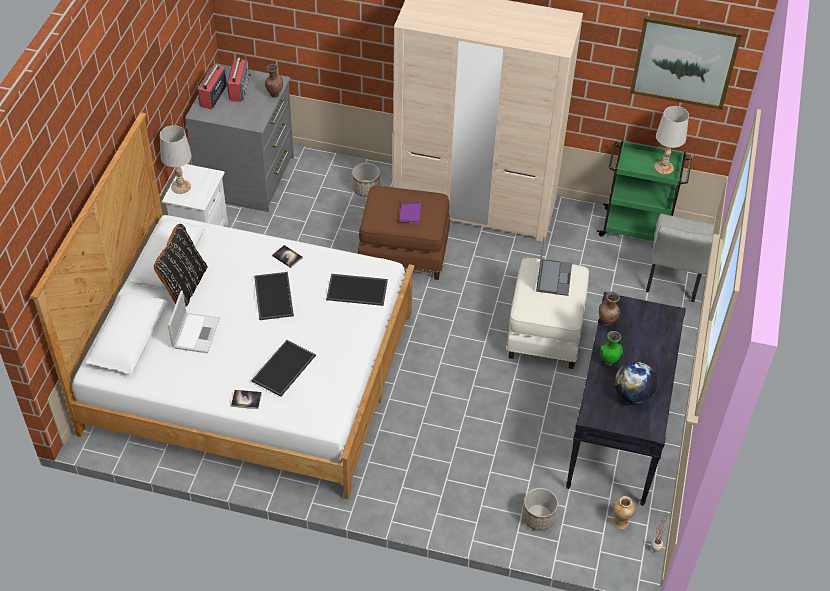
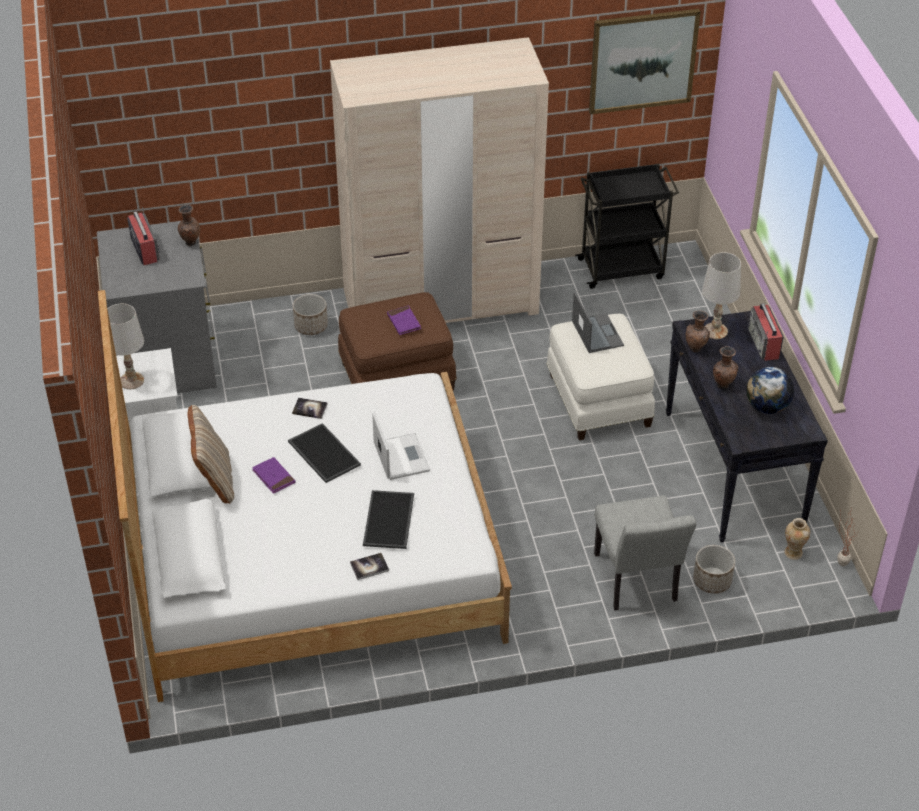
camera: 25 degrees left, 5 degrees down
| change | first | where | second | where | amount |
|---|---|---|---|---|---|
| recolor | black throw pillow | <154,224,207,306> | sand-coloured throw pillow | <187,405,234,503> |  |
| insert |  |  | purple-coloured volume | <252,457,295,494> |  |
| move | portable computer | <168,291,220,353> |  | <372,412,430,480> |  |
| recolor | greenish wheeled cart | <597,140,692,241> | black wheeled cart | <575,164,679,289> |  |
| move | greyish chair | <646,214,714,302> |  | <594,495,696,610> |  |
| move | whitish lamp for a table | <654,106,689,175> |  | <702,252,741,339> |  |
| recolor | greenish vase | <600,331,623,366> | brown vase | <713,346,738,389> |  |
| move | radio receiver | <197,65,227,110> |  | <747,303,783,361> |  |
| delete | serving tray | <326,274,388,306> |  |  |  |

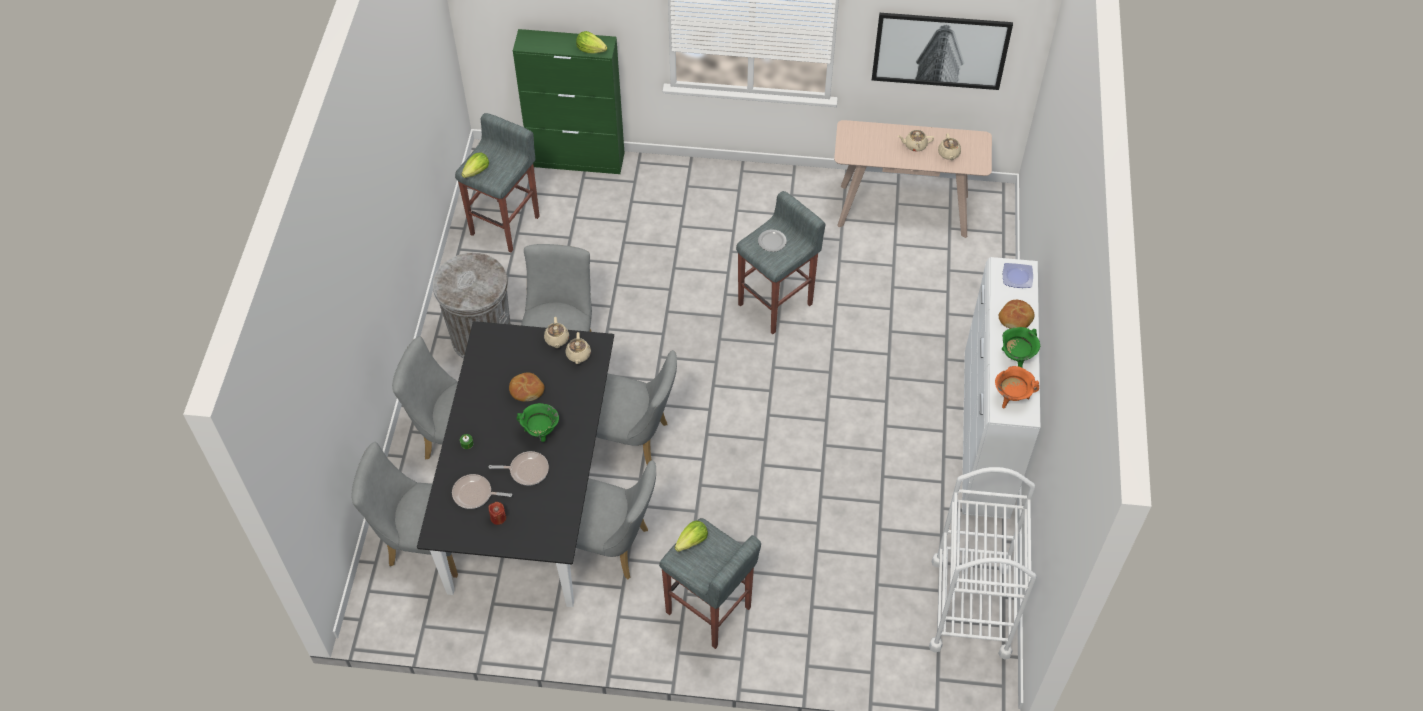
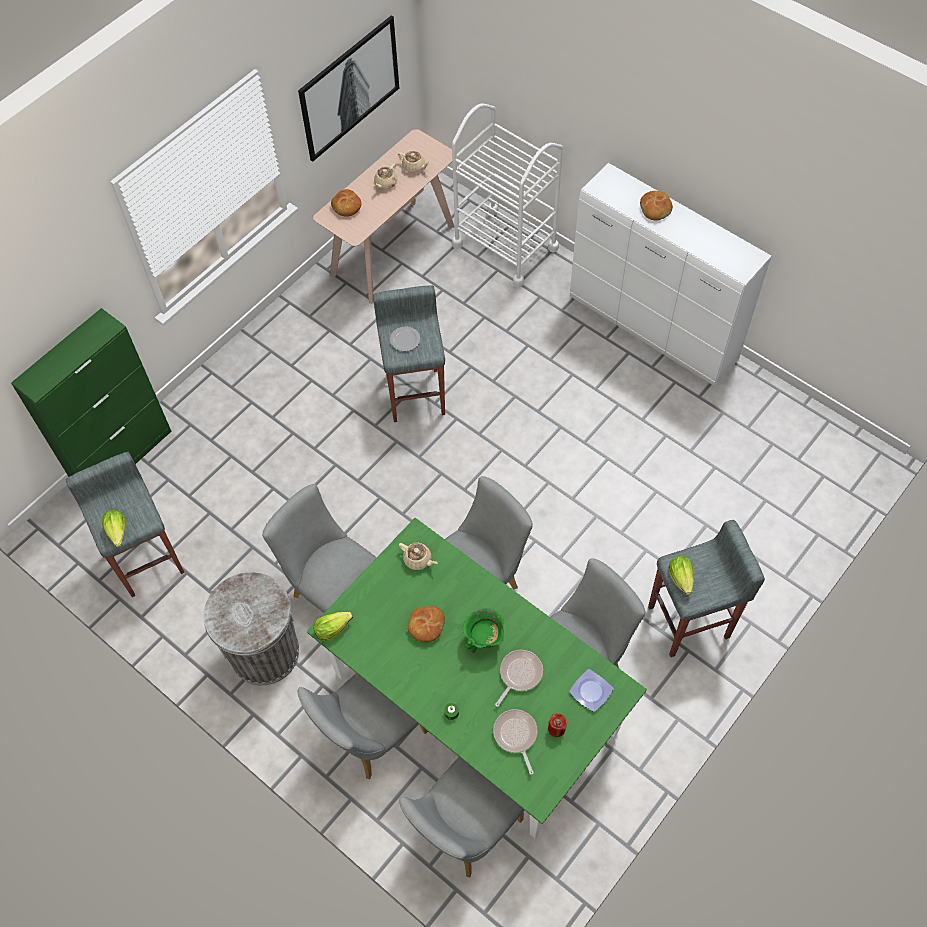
camera: 55 degrees left, 5 degrees up
| change | first | where | second | where | amount |
|---|---|---|---|---|---|
| recolor | black dinner table | <417,321,614,607> | greenish dinner table | <307,518,647,839> |  |
| move | head of lettuce | <576,31,607,54> |  | <314,612,353,642> |  |
| insert |  |  | bread | <331,189,361,217> |  |
| move | whitish wheeled cart | <929,467,1037,659> |  | <452,103,563,288> |  |
| rotate | skillet | <452,474,512,509> |  | <493,709,538,775> | 120 degrees clockwise |
| move | flat dish | <1003,263,1033,288> |  | <569,669,614,712> |  |
| delete | sand-coloured tea pot | <544,317,569,348> |  |  |  |
| delete | orange cooking pot | <995,366,1039,409> |  |  |  |
| delete | greenish cooking pot | <1002,327,1040,368> |  |  |  |

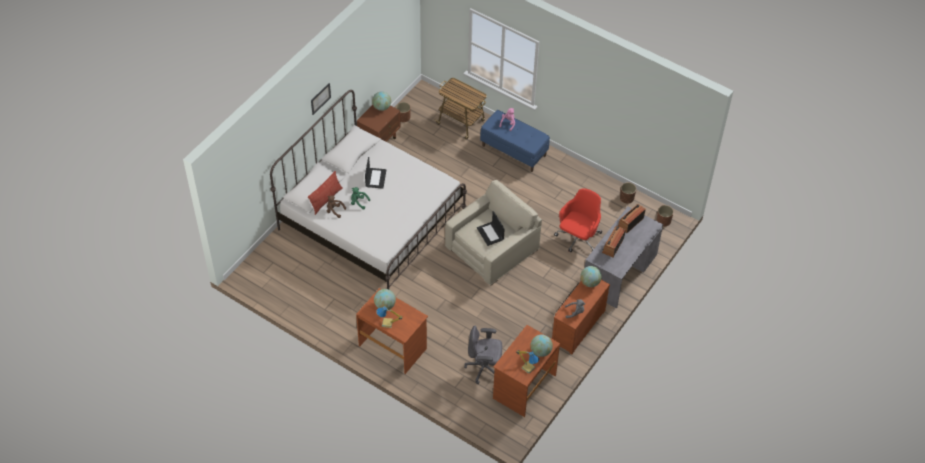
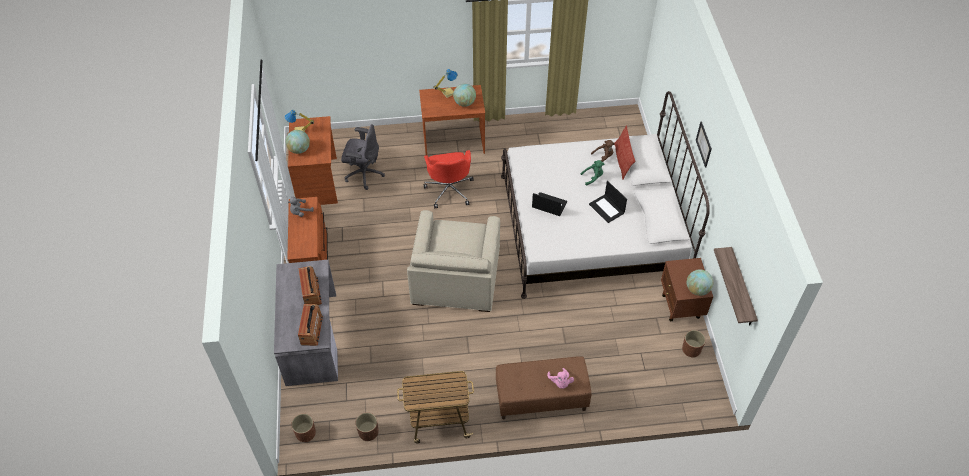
camera: 140 degrees right, 0 degrees up
| change | first | where | second | where | amount |
|---|---|---|---|---|---|
| rotate | greyish desk chair | <464,326,502,384> |  | <341,124,385,190> | 45 degrees clockwise |
| move | wheeled cart | <435,78,487,140> |  | <397,371,474,443> |  |
| move | red desk chair | <554,189,602,252> |  | <424,150,474,208> |  |
| recolor | blue indoor bench | <480,110,550,172> | brown indoor bench | <496,356,592,419> |  |
| move | portable computer | <477,211,505,246> |  | <532,192,567,216> |  |
| insert |  |  | shelf | <714,247,758,325> |  |
| delete | globe | <580,266,602,287> |  |  |  |

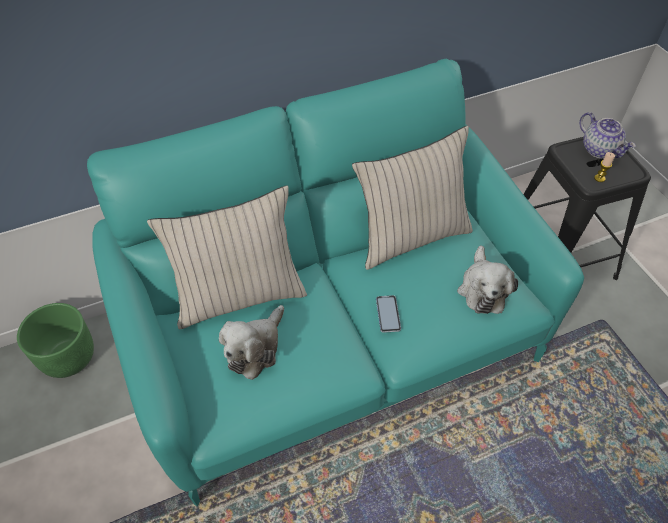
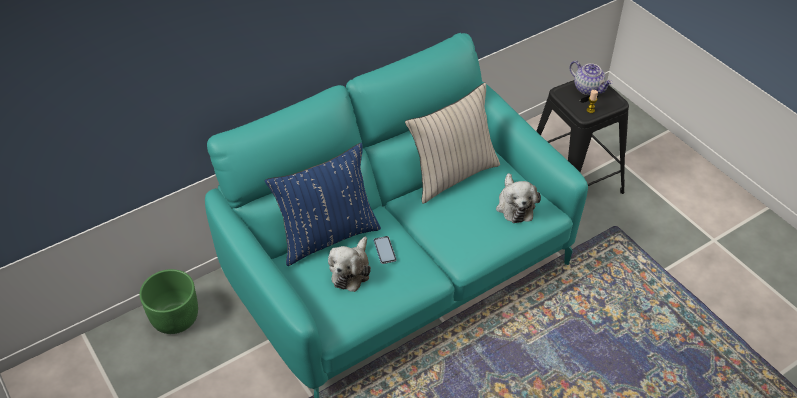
camera: 10 degrees left, 5 degrees down
| change | first | where | second | where | amount |
|---|---|---|---|---|---|
| recolor | sand-coloured throw pillow | <147,185,307,329> | blue throw pillow | <265,143,381,266> |  |
| move | telephone | <376,295,401,333> |  | <374,236,397,264> |  |

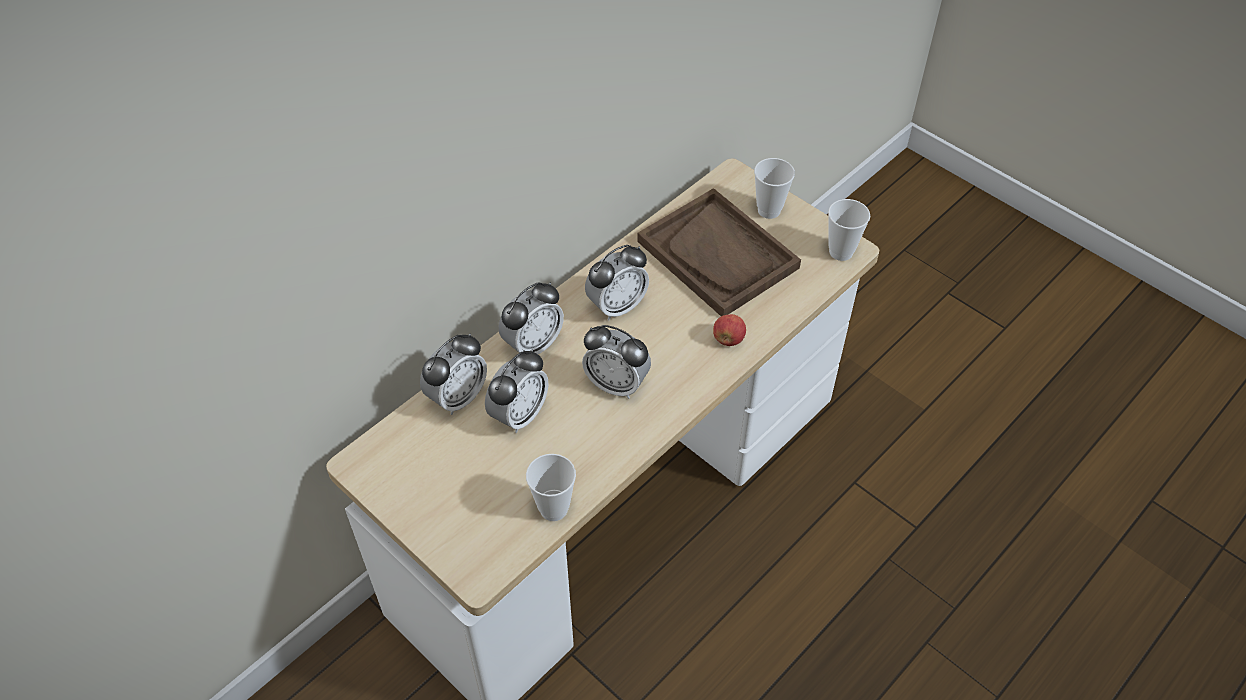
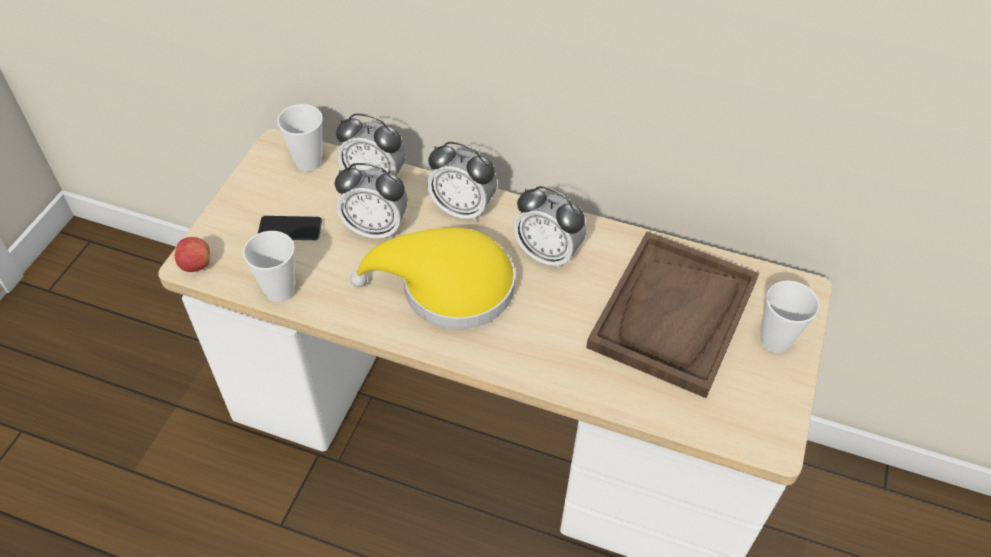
camera: 65 degrees right, 0 degrees up
| change | first | where | second | where | amount |
|---|---|---|---|---|---|
| move | apple fruit | <713,314,746,346> |  | <175,237,210,272> |  |
| insert |  |  | telephone | <258,216,322,240> |  |
| move | drinking cup | <828,199,870,261> |  | <277,104,323,171> |  |
| replace | bedside clock | <582,325,651,399> | yellowish clothing hat | <350,228,515,329> |  |

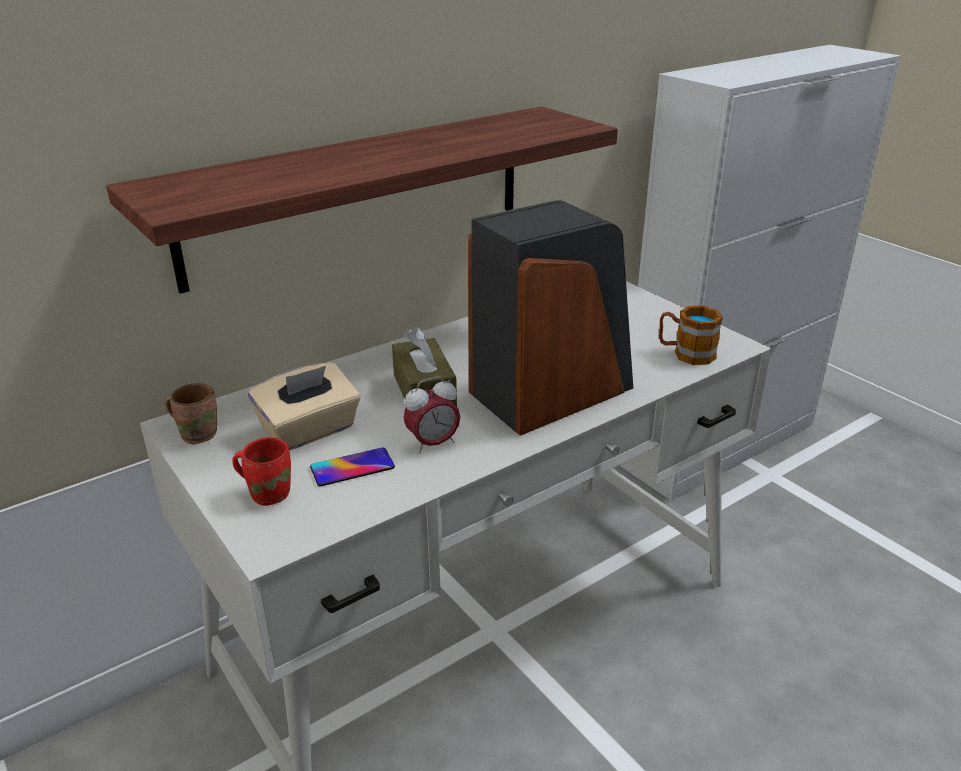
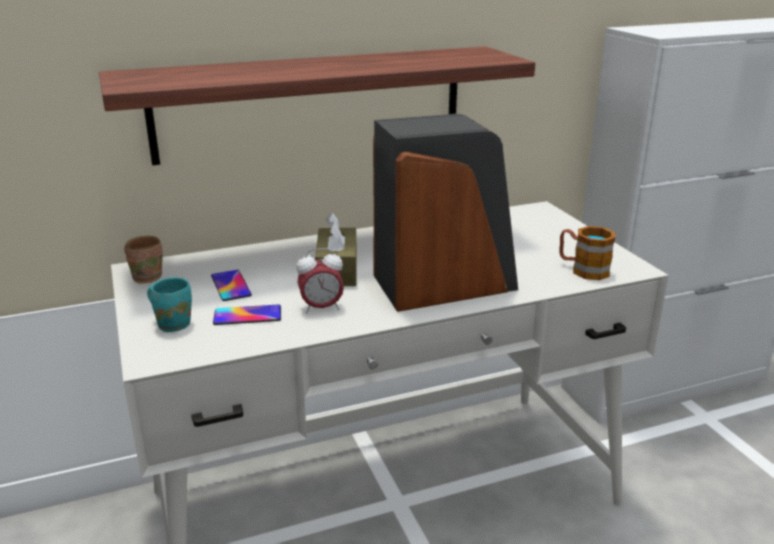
camera: 15 degrees right, 5 degrees down
| change | first | where | second | where | amount |
|---|---|---|---|---|---|
| recolor | red tea mug | <232,437,291,506> | blue-green tea mug | <147,277,192,332> |  |
| replace | sand-coloured tissue holder | <248,363,361,450> | telephone | <211,270,252,301> |  |

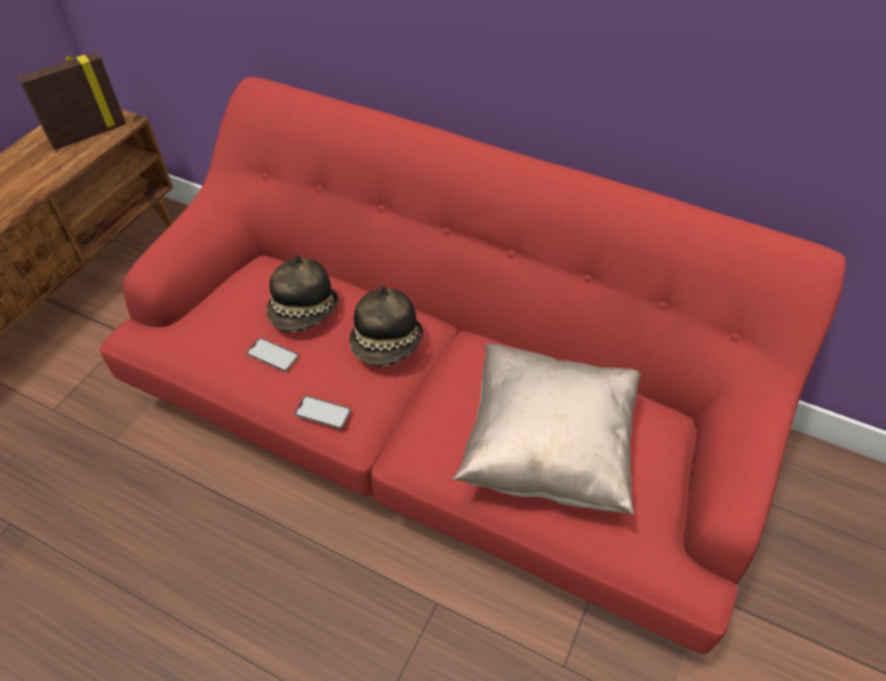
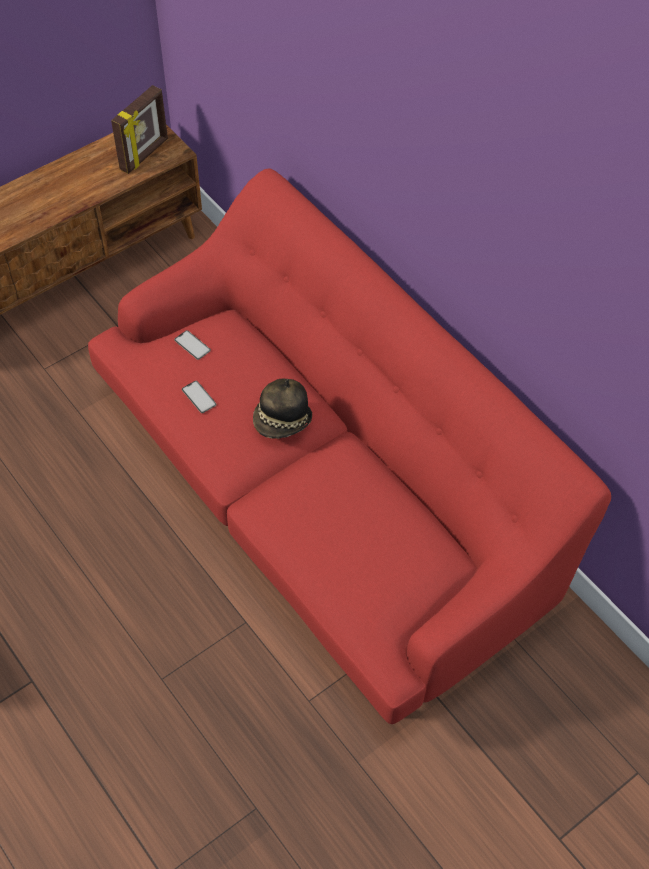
camera: 25 degrees right, 5 degrees up
| change | first | where | second | where | amount |
|---|---|---|---|---|---|
| rotate | standing frame | <18,52,126,150> |  | <111,85,168,174> | 135 degrees clockwise |
| move | telephone | <295,396,351,429> |  | <174,330,211,360> |  |
| delete | clothing hat | <266,254,339,332> |  |  |  |
| delete | sand-coloured throw pillow | <452,343,641,515> |  |  |  |

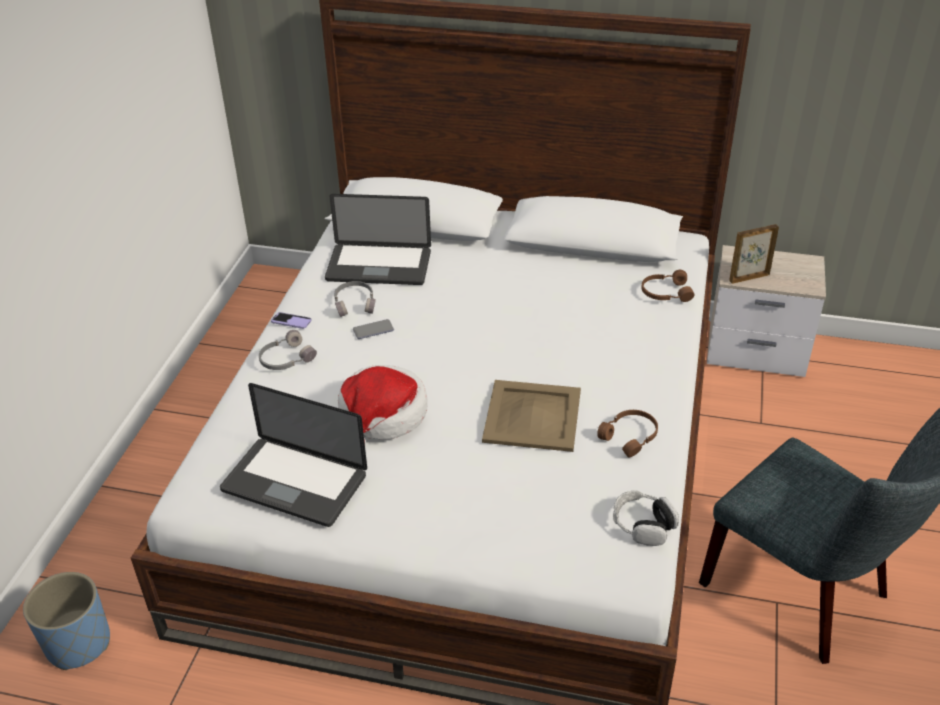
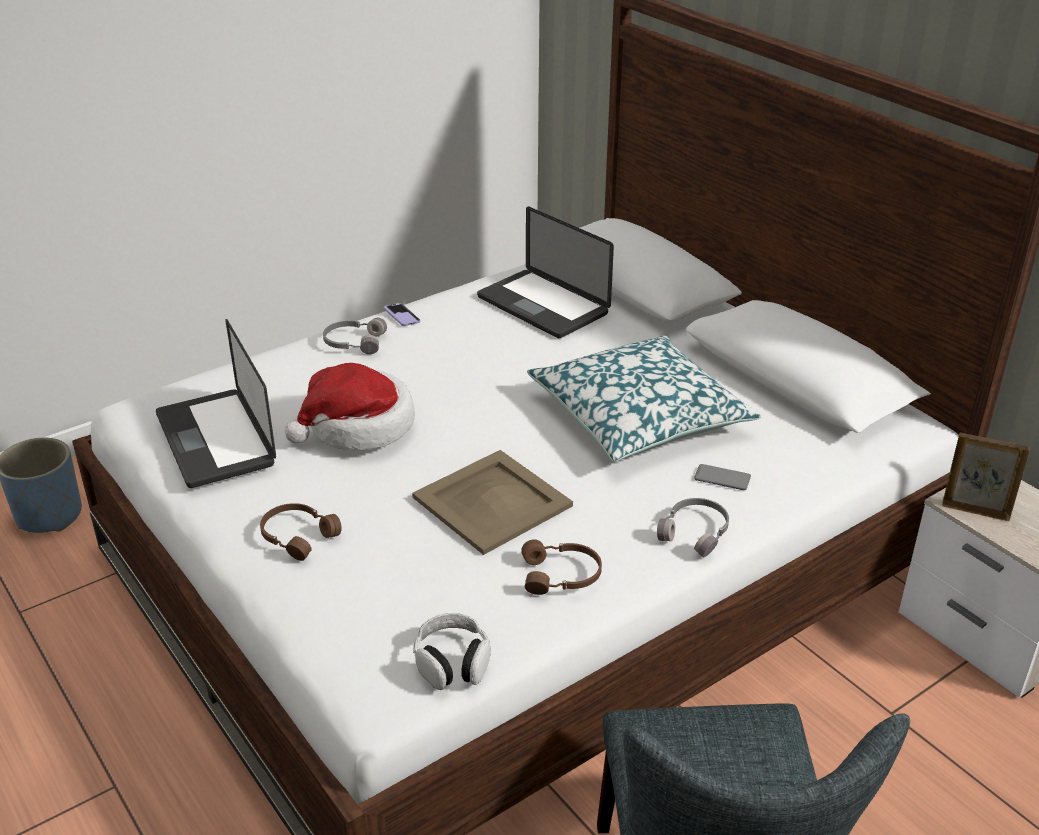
camera: 40 degrees right, 5 degrees down
| change | first | where | second | where | amount |
|---|---|---|---|---|---|
| move | brown headphones | <641,270,695,302> |  | <260,503,342,561> |  |
| insert |  |  | throw pillow | <527,335,762,462> |  |
| move | greyish headphones | <334,281,376,317> |  | <657,498,729,558> |  |
| move | telephone | <353,319,394,339> |  | <694,464,751,490> |  |

